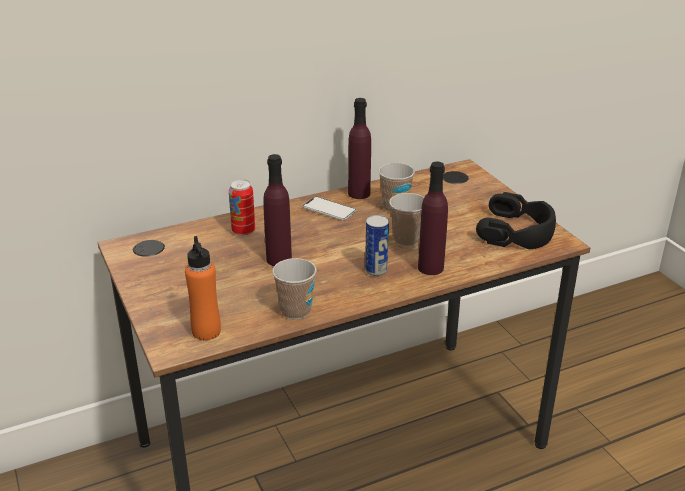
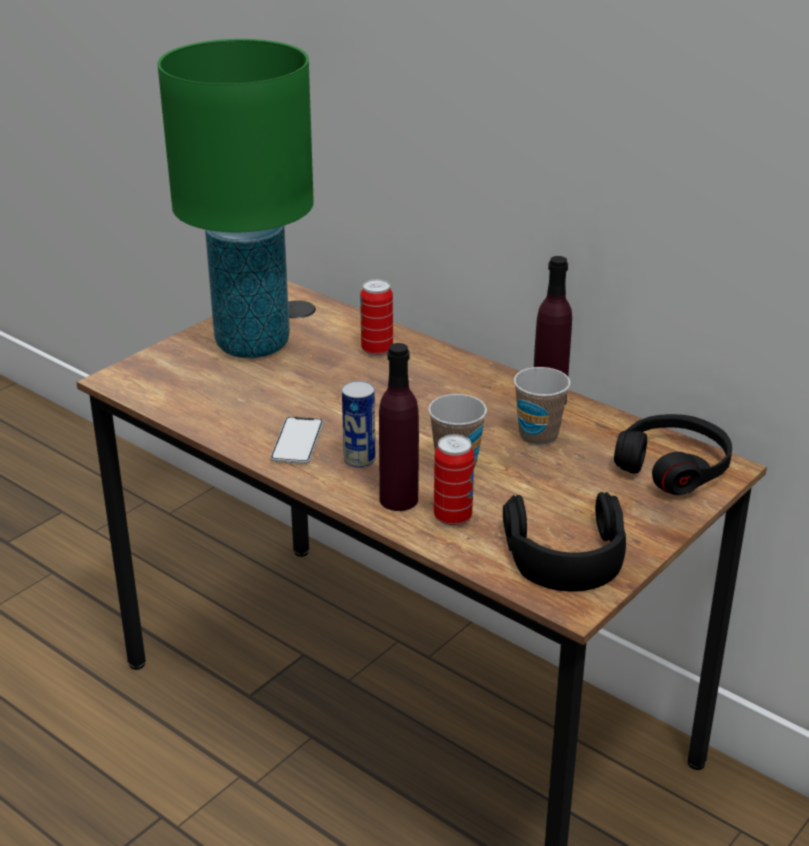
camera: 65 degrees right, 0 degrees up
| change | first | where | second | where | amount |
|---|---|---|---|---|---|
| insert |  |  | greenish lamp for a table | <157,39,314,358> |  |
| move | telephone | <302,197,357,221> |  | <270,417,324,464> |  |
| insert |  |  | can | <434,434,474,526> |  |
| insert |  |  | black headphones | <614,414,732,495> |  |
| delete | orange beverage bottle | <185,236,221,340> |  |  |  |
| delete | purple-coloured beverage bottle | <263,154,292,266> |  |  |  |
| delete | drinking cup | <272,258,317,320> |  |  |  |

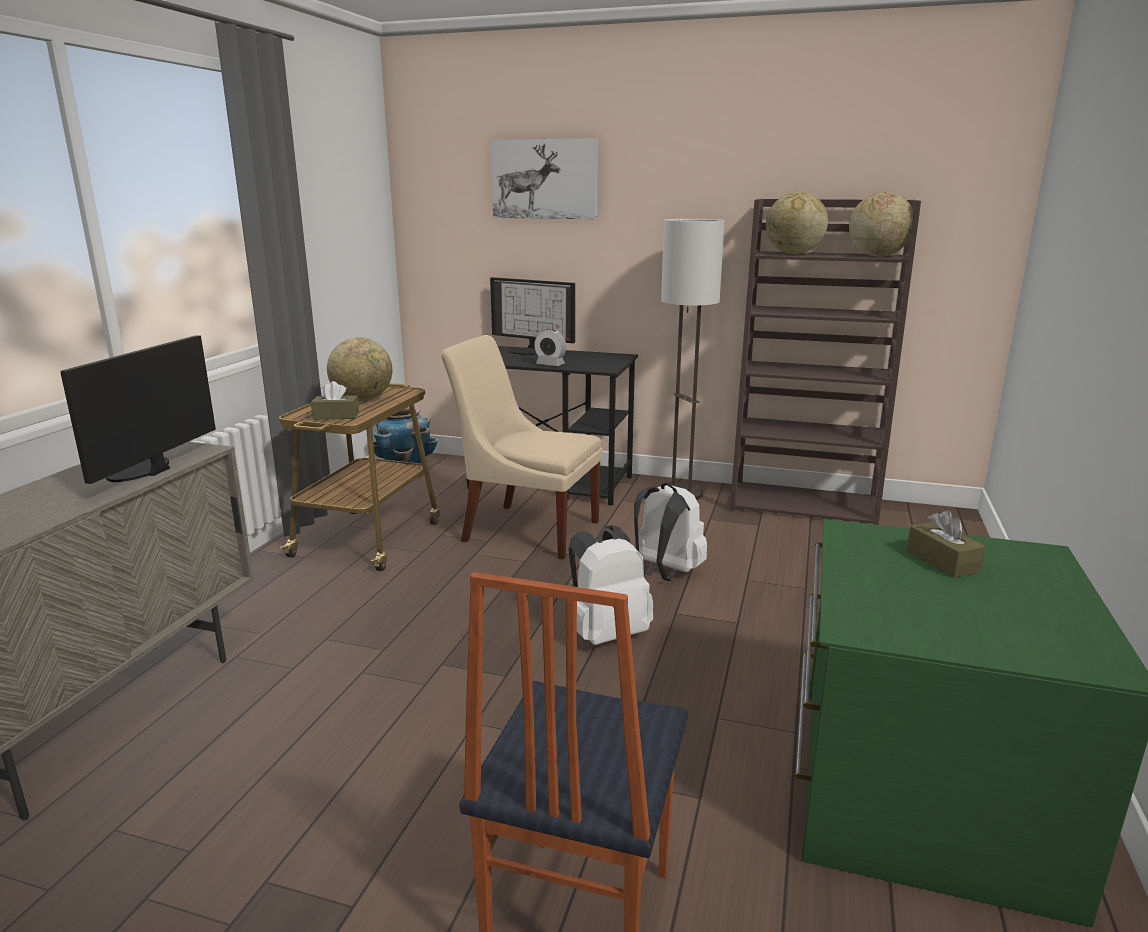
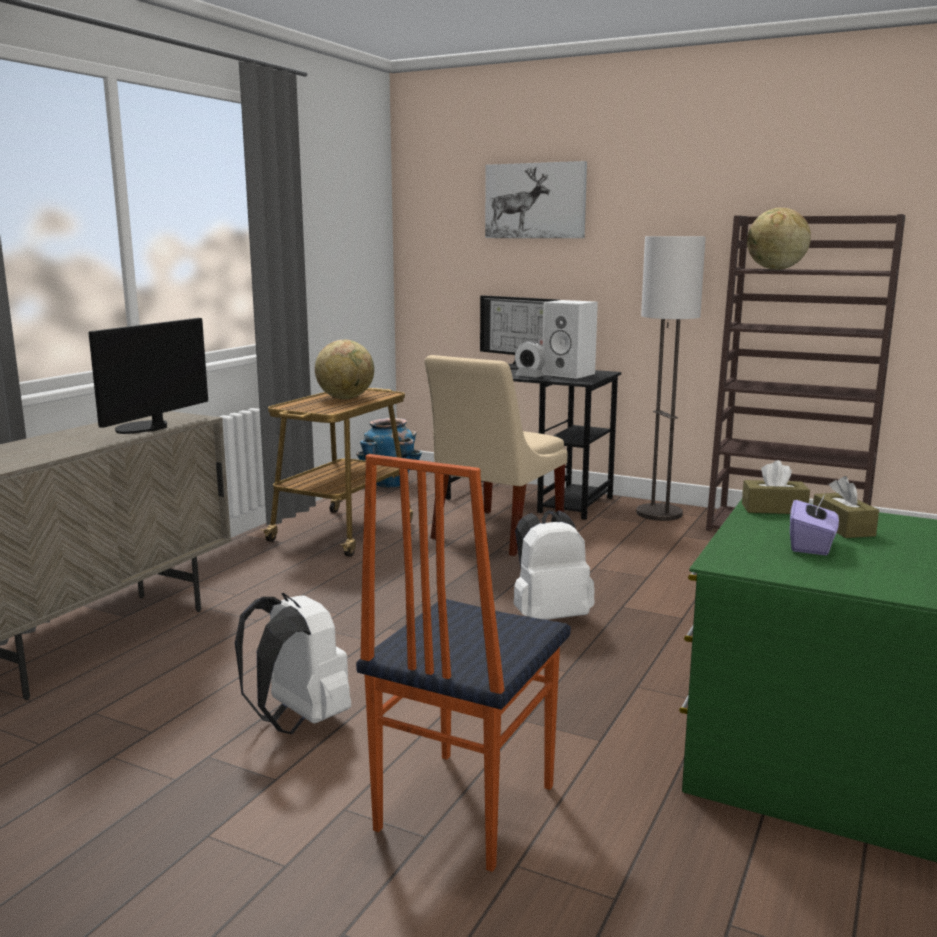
camera: 10 degrees right, 5 degrees down
| change | first | where | second | where | amount |
|---|---|---|---|---|---|
| move | whitish rucksack | <634,483,707,581> |  | <235,593,351,734> |  |
| rotate | sand-coloured chair | <441,335,602,559> |  | <424,355,568,556> | 90 degrees counterclockwise |
| insert |  |  | whitish speaker | <542,300,598,379> |  |
| move | brown tissue holder | <311,381,359,420> |  | <742,460,810,514> |  |
| insert |  |  | purple-coloured tissue holder | <790,494,839,555> |  |
| delete | globe | <849,192,913,257> |  |  |  |

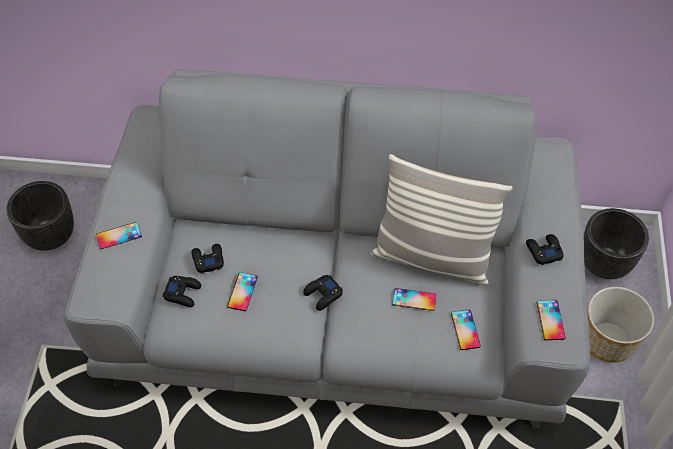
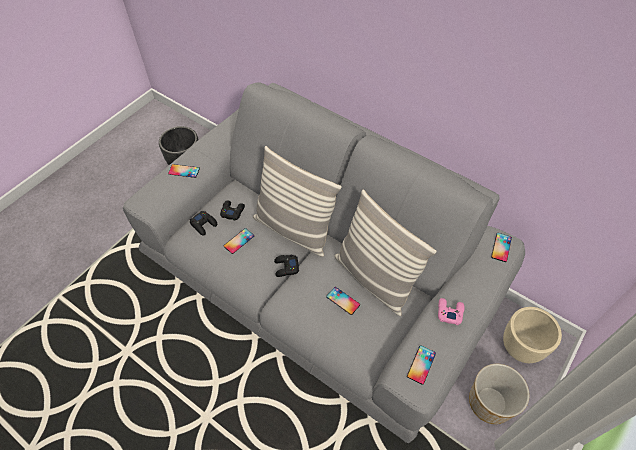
camera: 30 degrees right, 0 degrees up
| change | first | where | second | where | amount |
|---|---|---|---|---|---|
| insert |  |  | throw pillow | <253,146,342,257> |  |
| recolor | black joypad | <526,234,564,265> | pink-coloured joypad | <438,298,465,325> |  |
| move | telephone | <451,310,481,350> |  | <491,233,512,262> |  |
| recolor | black flower pot | <584,208,649,279> | sand-coloured flower pot | <503,307,562,363> |  |

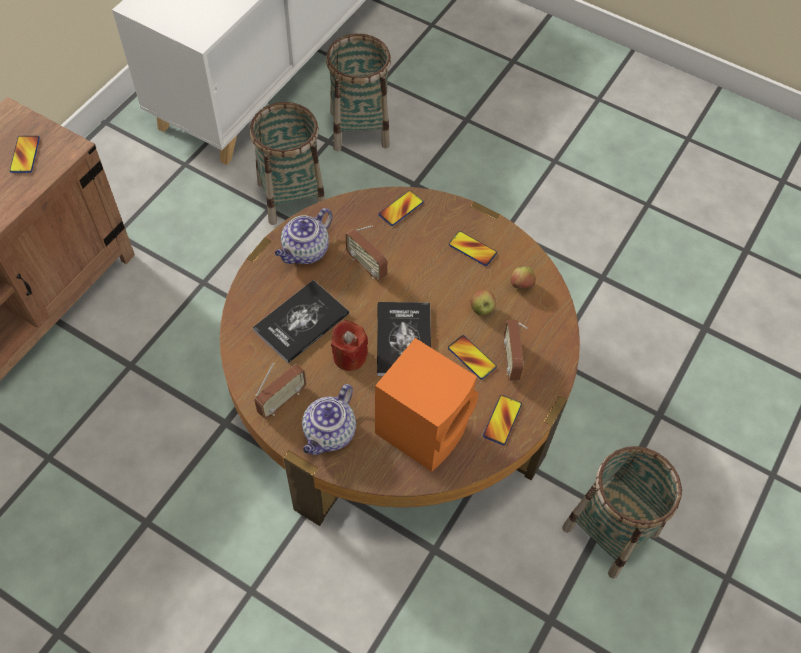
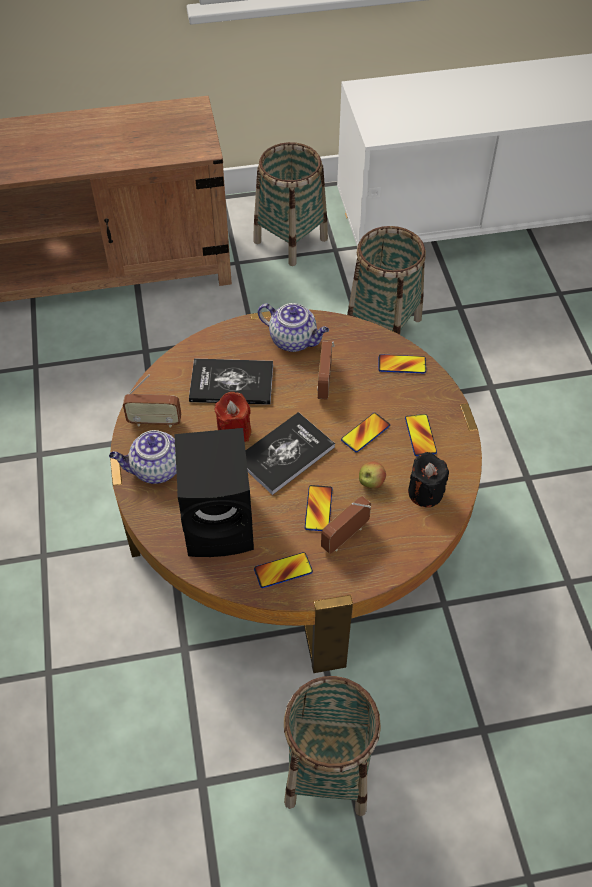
camera: 50 degrees right, 5 degrees down
| change | first | where | second | where | amount |
|---|---|---|---|---|---|
| recolor | orange speaker | <375,338,479,472> | black speaker | <174,428,254,557> |  |
| move | basket | <326,34,391,151> |  | <253,142,328,266> |  |
| rotate | tea pot | <275,208,333,264> |  | <258,303,329,352> | 150 degrees counterclockwise |
| move | telephone | <10,136,40,173> |  | <341,413,390,452> |  |
| replace | apple fruit | <511,267,536,288> | black wax light | <408,452,449,507> |  |

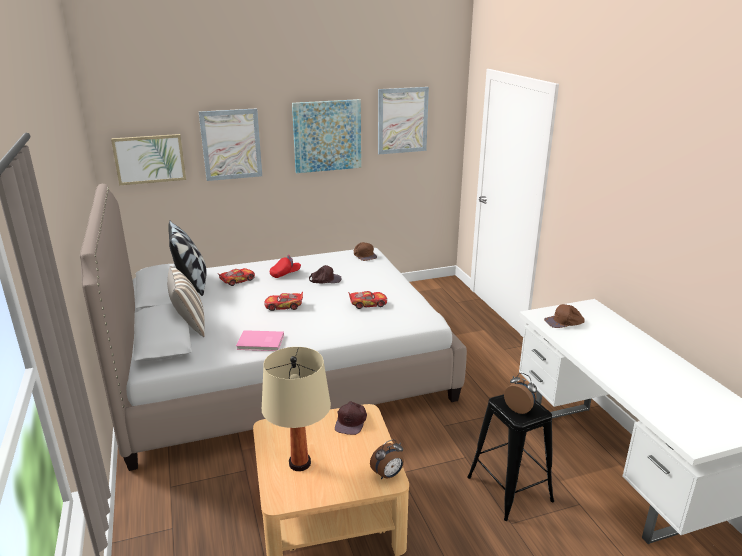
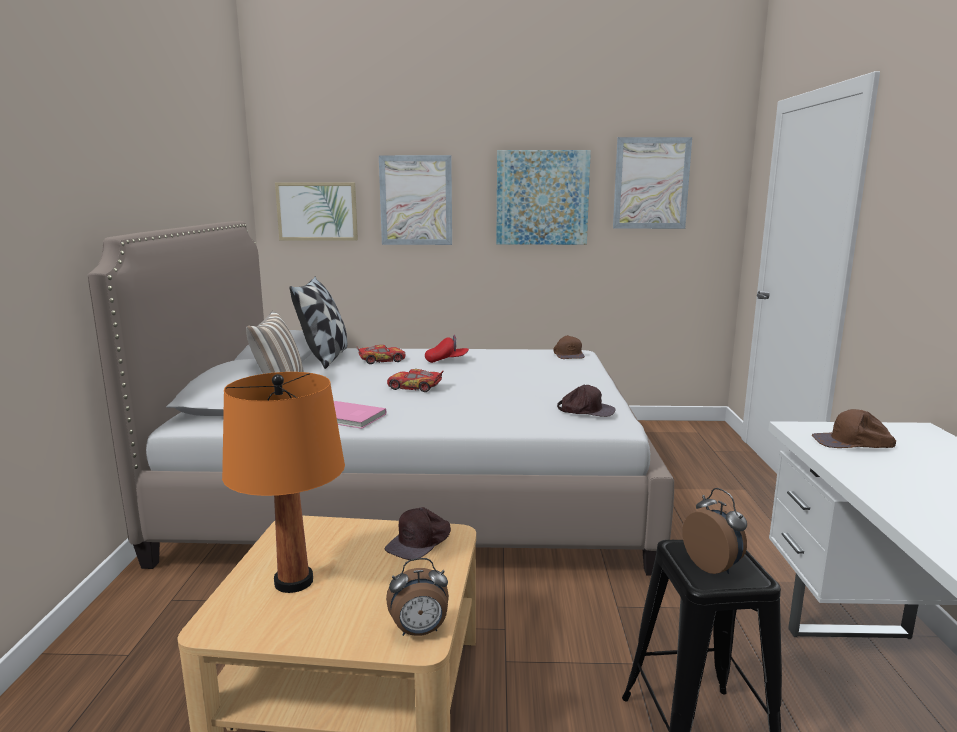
camera: 20 degrees right, 10 degrees down
| change | first | where | second | where | amount |
|---|---|---|---|---|---|
| recolor | sand-coloured lamp for a table | <262,347,331,471> | orange lamp for a table | <222,372,345,593> |  |
| move | brown cap | <309,265,342,283> |  | <557,385,615,417> |  |
| delete | model car | <348,291,387,309> |  |  |  |

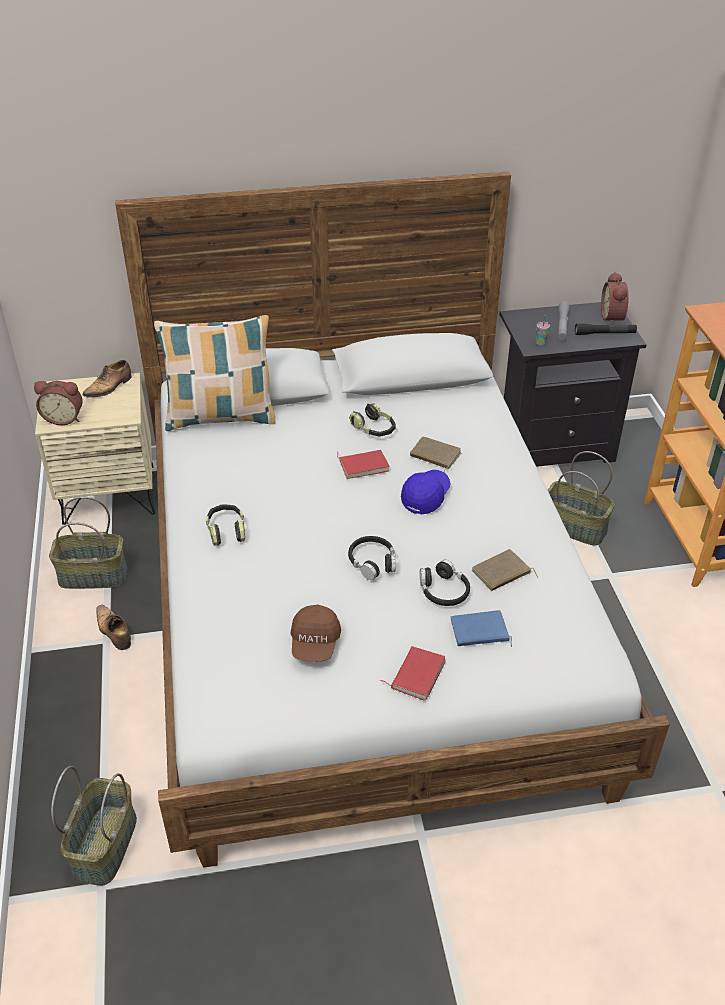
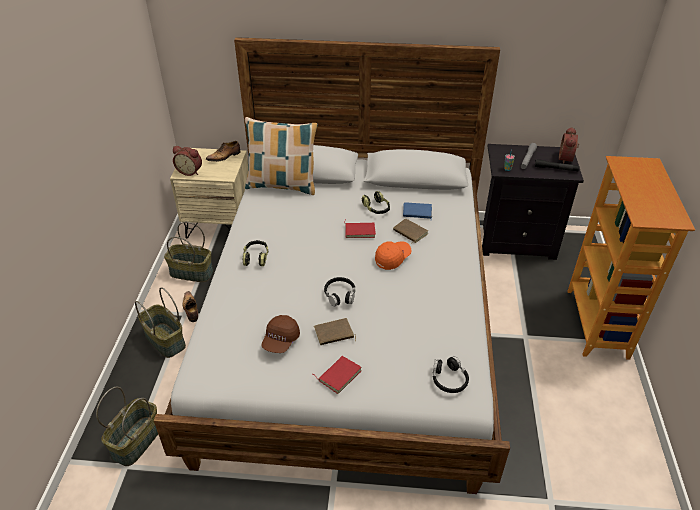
camera: 15 degrees right, 0 degrees up
| change | first | where | second | where | amount |
|---|---|---|---|---|---|
| move | basket | <548,451,615,545> |  | <135,287,186,358> |  |
| move | brown volume | <472,549,538,591> |  | <314,318,356,345> |  |
| recolor | blue cap | <401,470,451,514> | orange cap | <375,241,411,270> |  |
| move | blue volume | <451,610,512,647> |  | <403,203,433,219> |  |
| move | black headphones | <420,559,470,606> |  | <433,356,469,393> |  |

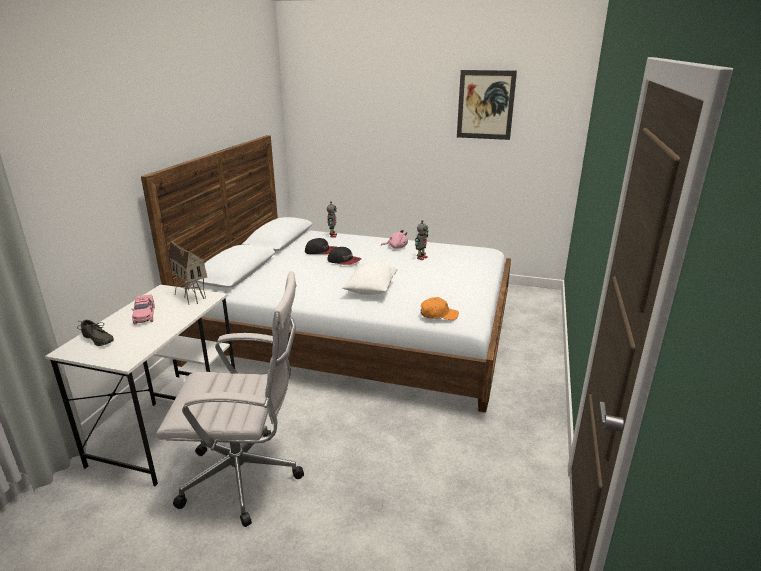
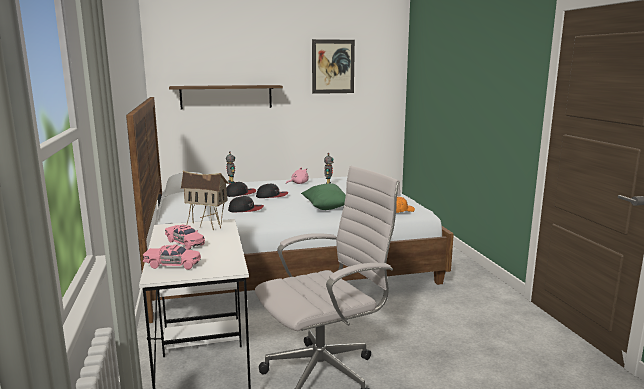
camera: 30 degrees left, 10 degrees down
| change | first | where | second | where | amount |
|---|---|---|---|---|---|
| replace | greyish item of footwear | <77,320,114,346> | pink-coloured model car | <143,244,201,270> |  |
| insert |  |  | shelf | <169,85,283,109> |  |
| insert |  |  | cap | <228,196,264,213> |  |
| recolor | whitish throw pillow | <342,262,397,295> | greenish throw pillow | <301,183,346,210> |  |

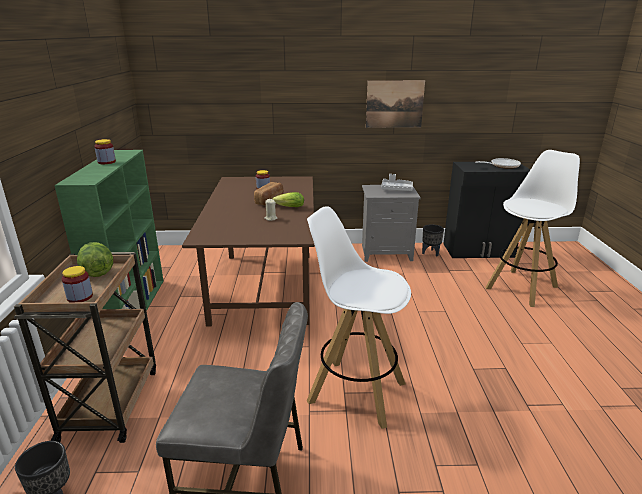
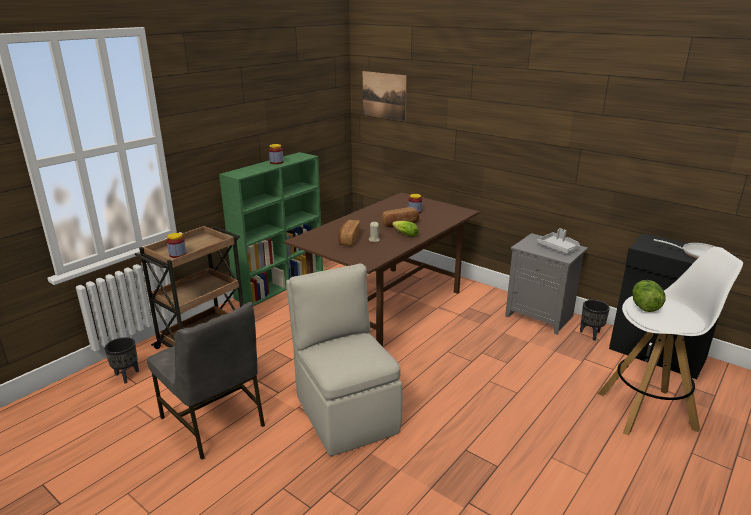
camera: 40 degrees right, 0 degrees up
| change | first | where | second | where | amount |
|---|---|---|---|---|---|
| replace | whitish sitting stool | <307,206,411,429> | sand-coloured chair | <286,263,402,456> |  |
| insert |  |  | bread | <338,220,361,246> |  |
| move | wall art | <366,80,425,128> |  | <363,71,407,121> |  |
| move | head of lettuce | <77,242,113,277> |  | <632,280,666,312> |  |

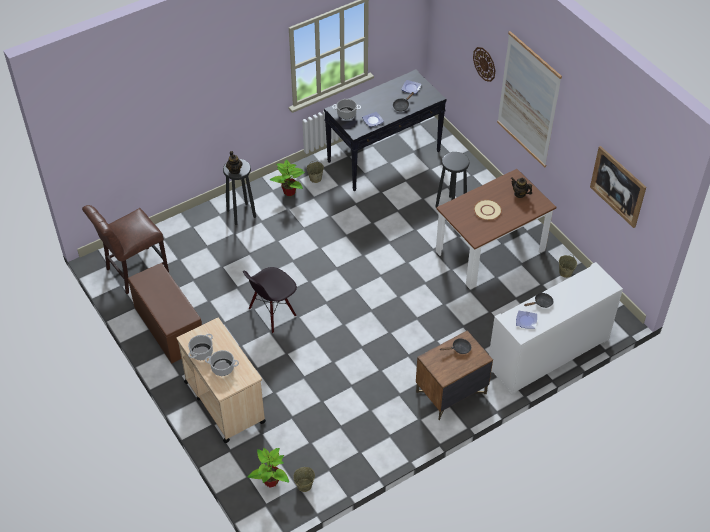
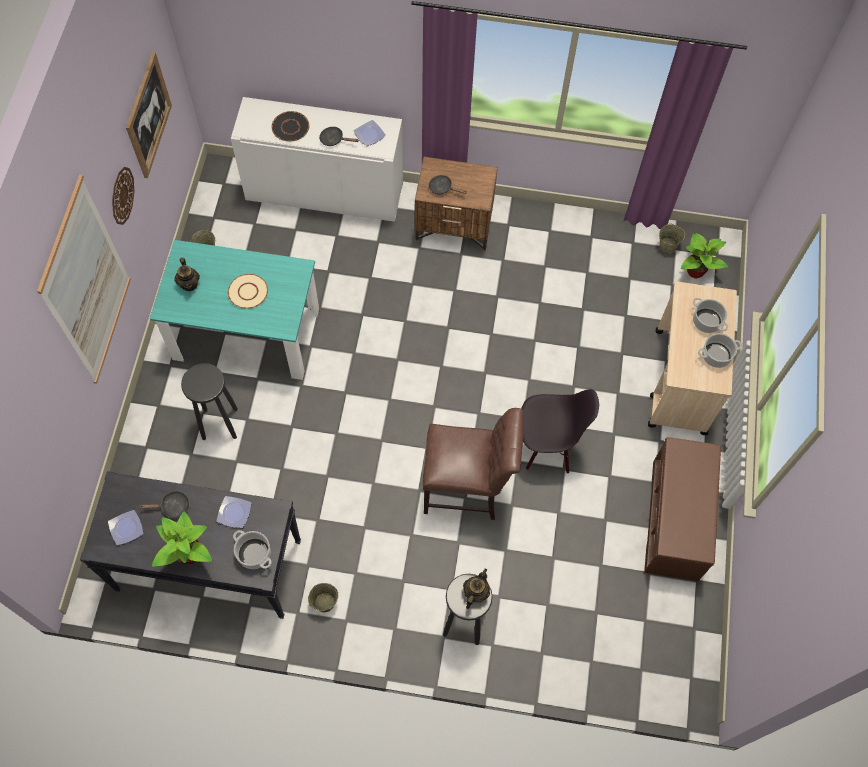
camera: 140 degrees left, 15 degrees up
| change | first | where | second | where | amount |
|---|---|---|---|---|---|
| move | hanging clock | <473,47,496,82> |  | <112,167,134,225> |  |
| recolor | brown dinner table | <436,169,556,289> | blue-green dinner table | <150,240,319,380> |  |
| move | plant in a pot | <270,159,305,196> |  | <152,511,212,567> |  |
| insert |  |  | black flat dish | <272,111,309,142> |  |
| move | brown chair | <82,205,169,294> |  | <423,408,524,520> |  |

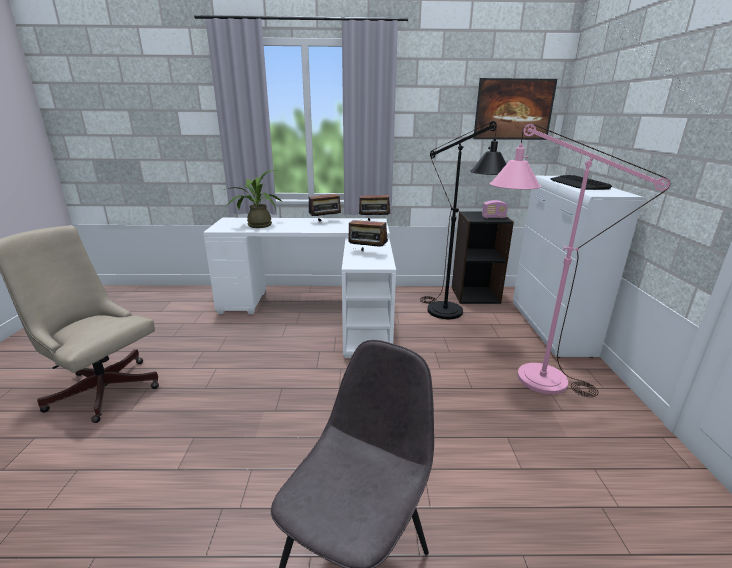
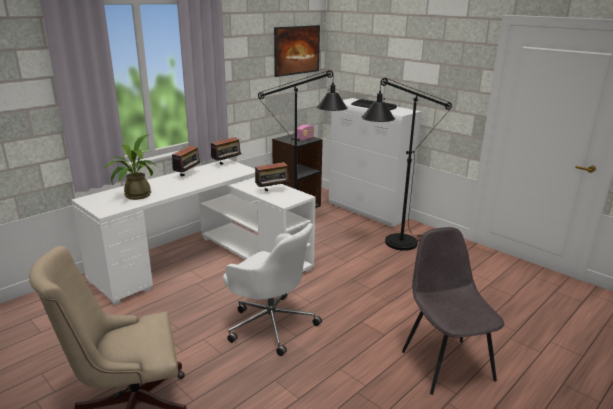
camera: 45 degrees left, 0 degrees up
| change | first | where | second | where | amount |
|---|---|---|---|---|---|
| insert |  |  | whitish desk chair | <223,223,322,356> |  |
| recolor | pink-coloured standard lamp | <490,123,670,397> | black standard lamp | <361,78,452,251> |  |

